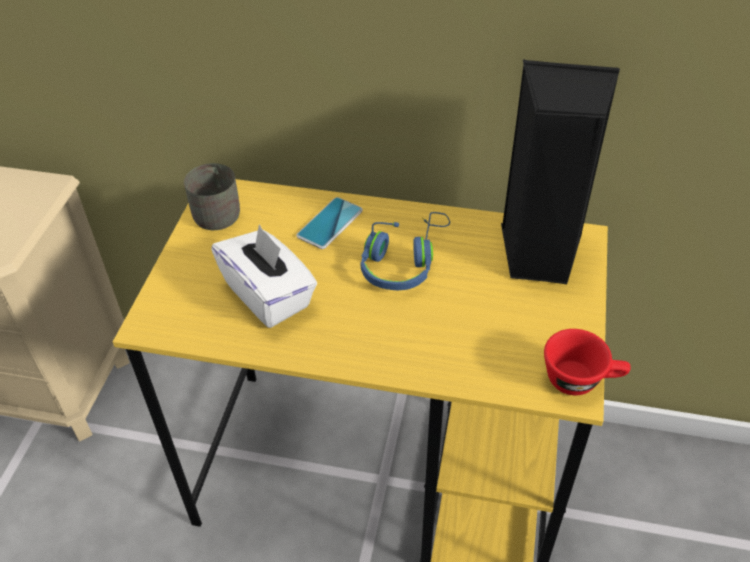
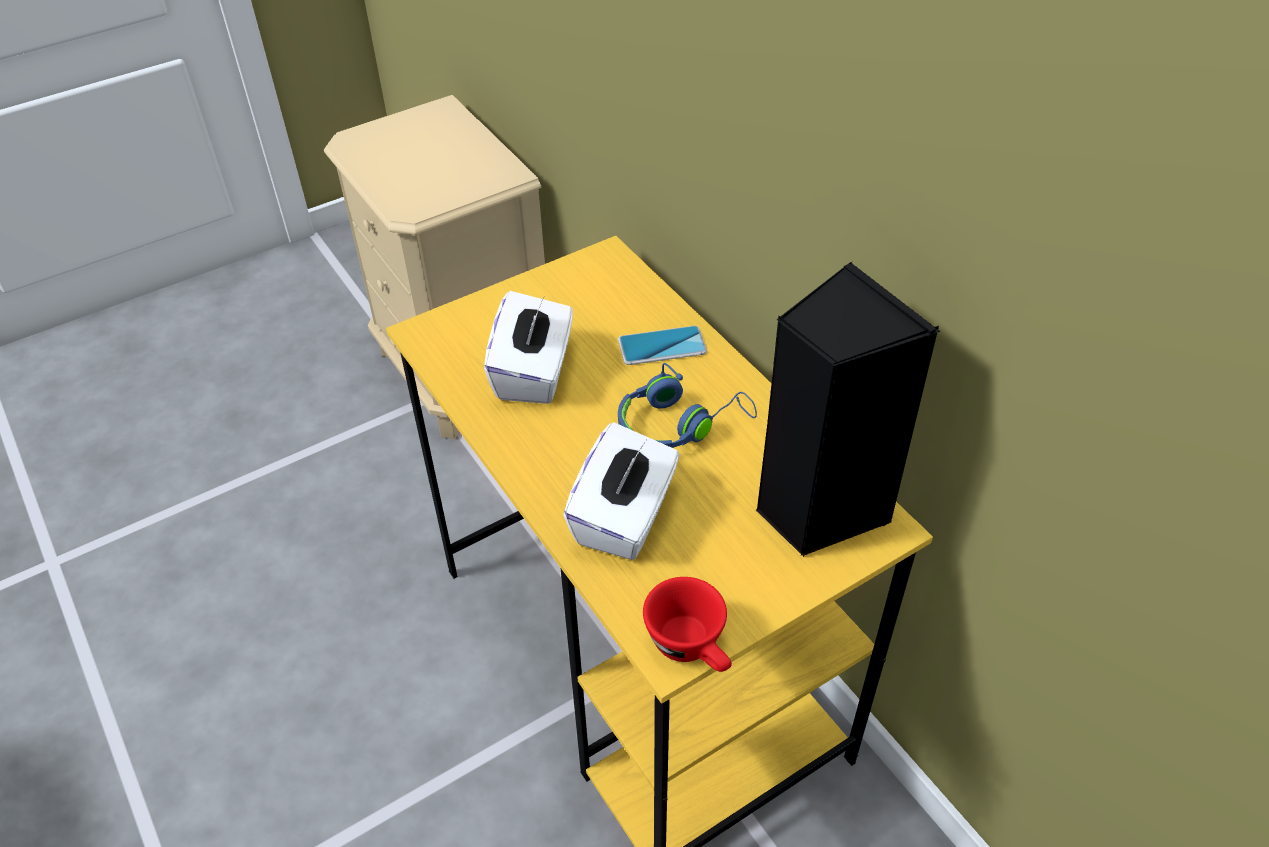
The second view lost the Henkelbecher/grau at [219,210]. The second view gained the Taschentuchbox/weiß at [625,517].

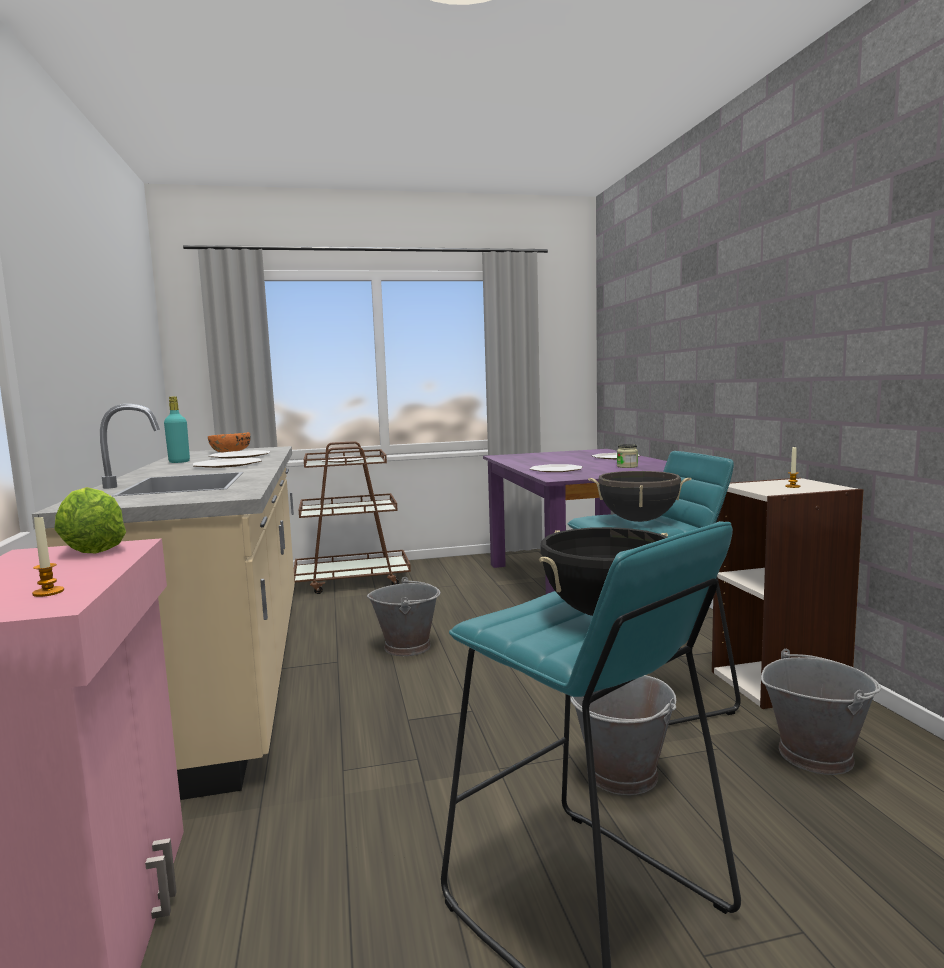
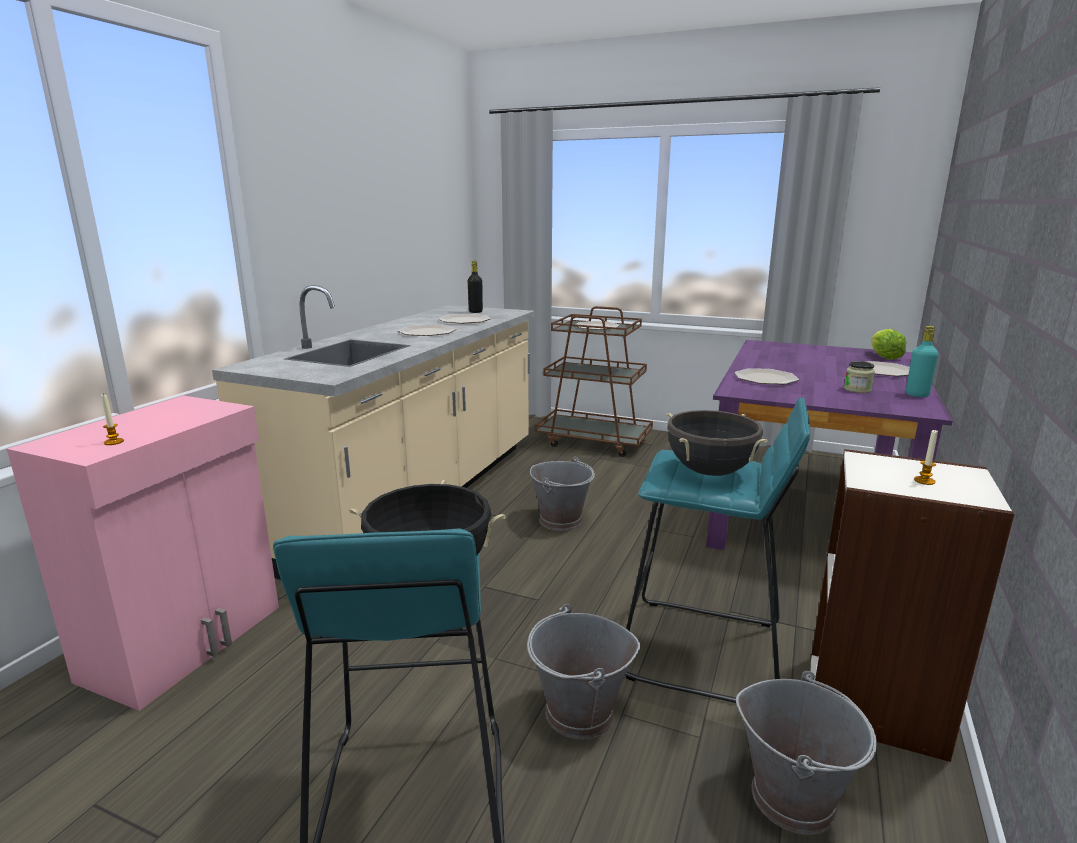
The Salatkopf ended up elsewhere, having gone from [92,549] to [883,357]. The Flasche/türkis ended up elsewhere, having gone from [179,462] to [917,395]. Where the Schüssel/orange stood at [230,451], the Flasche/schwarz came to stand at [475,312].

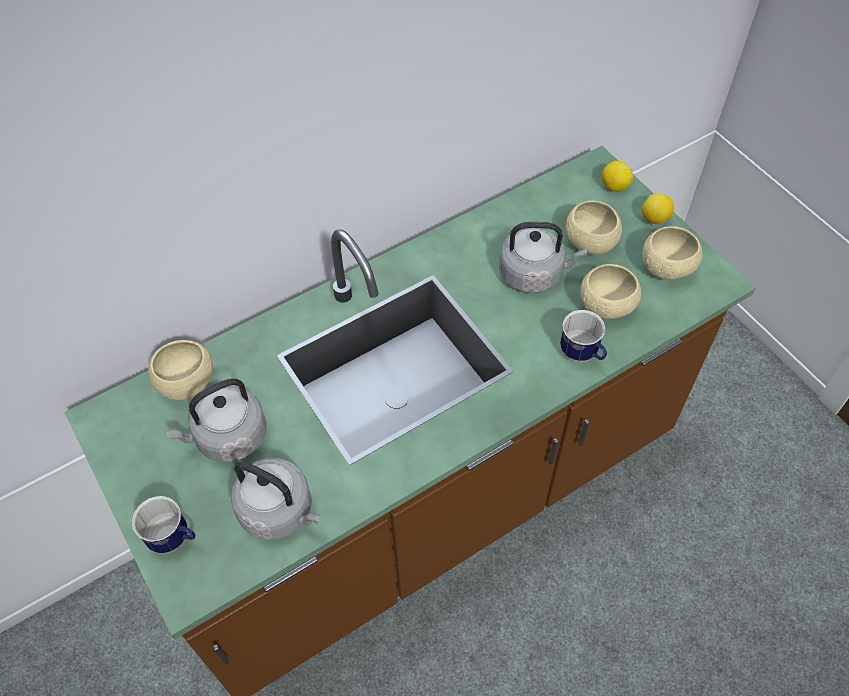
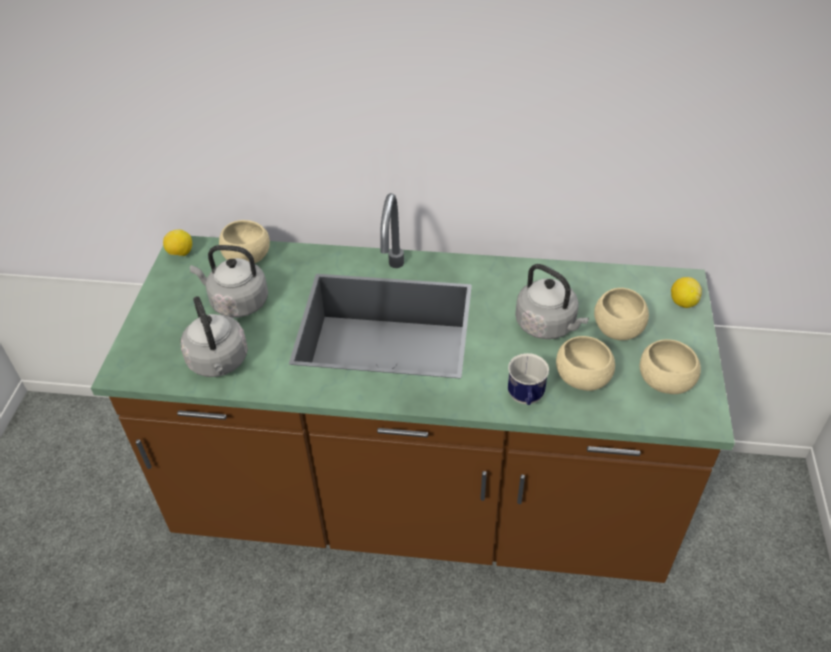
The second view lost the Henkelbecher at [175,539]. The Zitrone ended up elsewhere, having gone from [655,219] to [180,253].

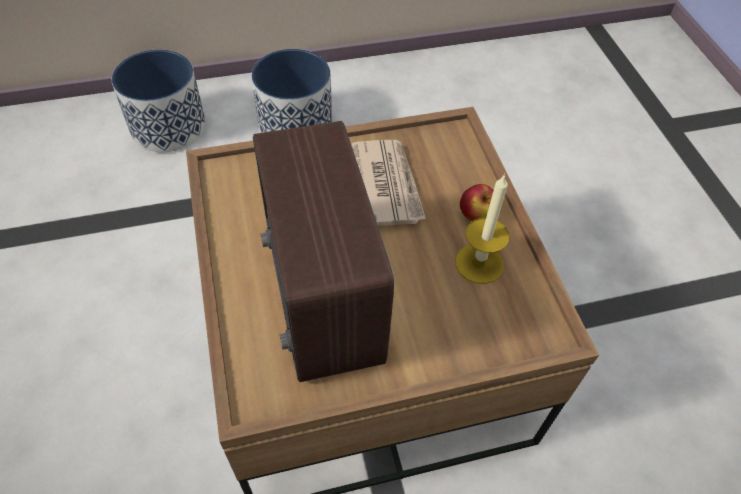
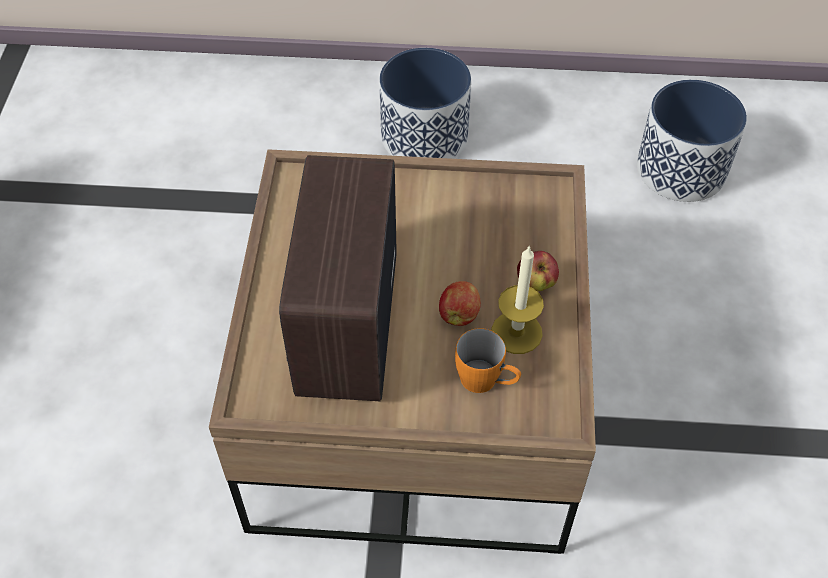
The Pflanzkübel ended up elsewhere, having gone from [169,127] to [681,170]. The second view lost the Zeitung at [387,185]. The second view gained the Apfel at [459,314]. The second view gained the Henkelbecher/orange at [486,381].

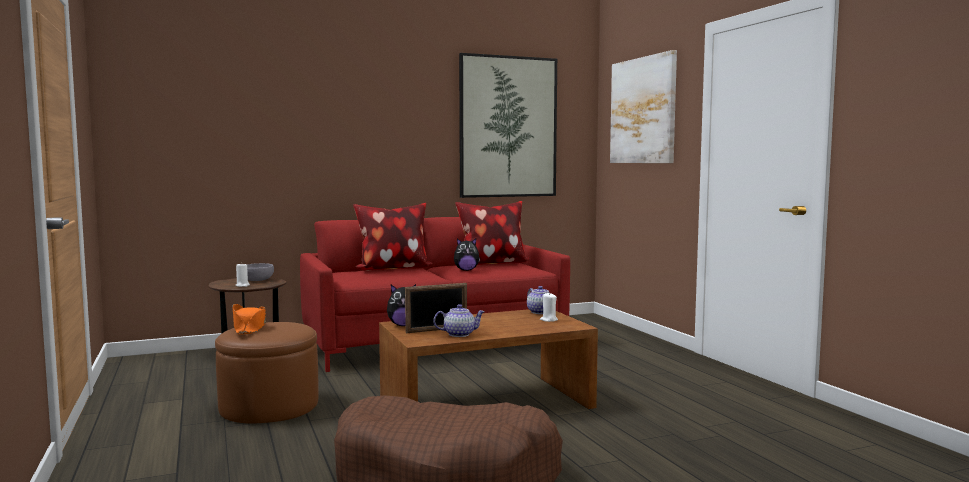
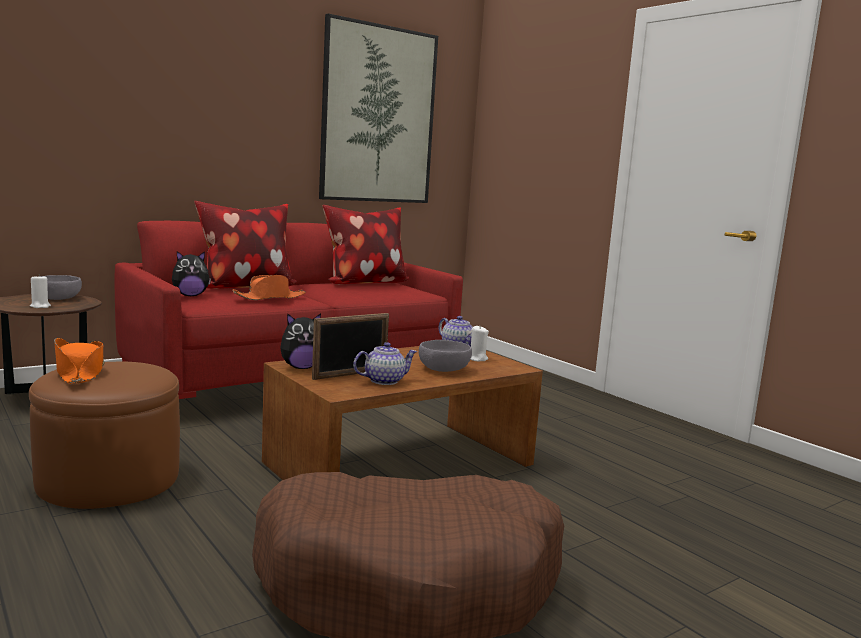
The Plüschtier ended up elsewhere, having gone from [466,270] to [190,295]. The second view lost the Bild at [643,110]. The second view gained the Hut/orange at [270,298]. The second view gained the Schüssel/grau at [444,369].

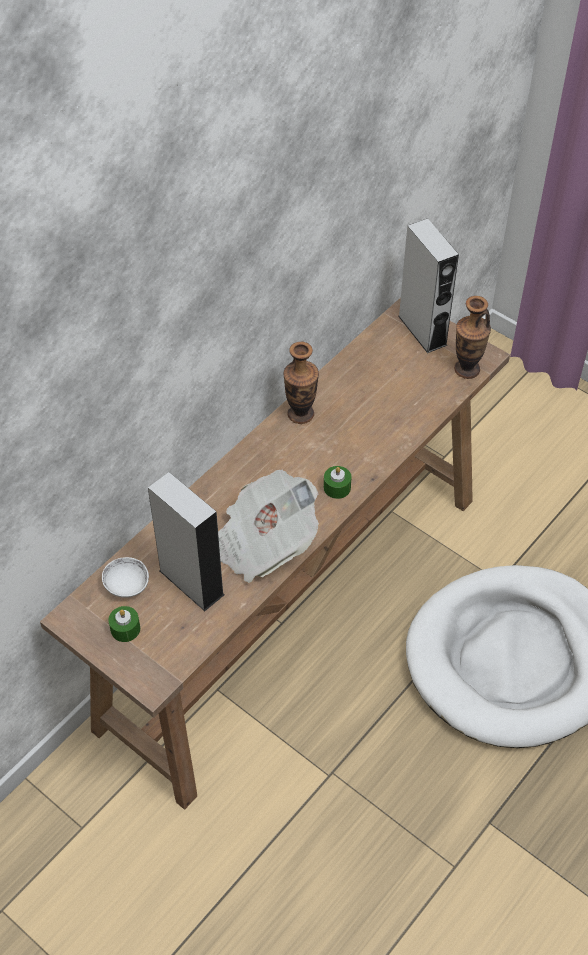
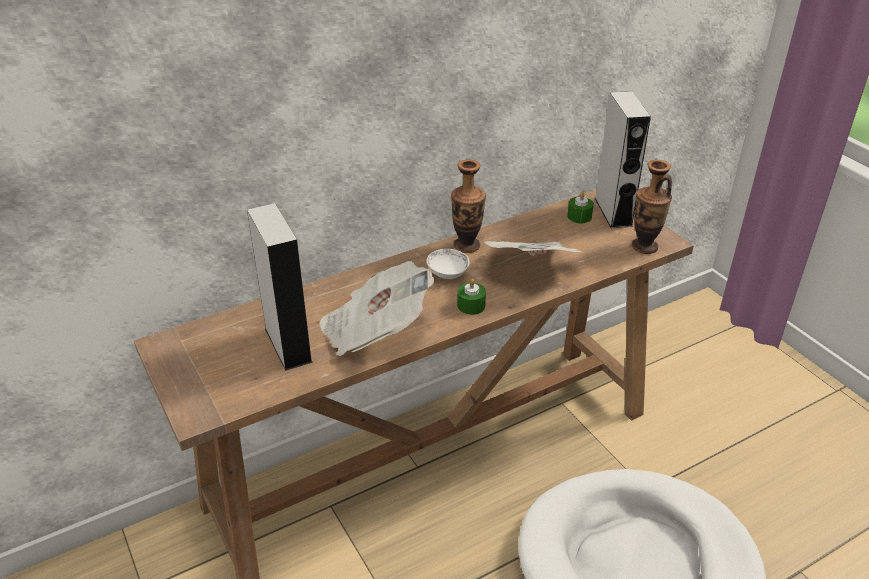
The Schüssel/weiß ended up elsewhere, having gone from [127,585] to [448,273]. The Kerze/grün ended up elsewhere, having gone from [125,629] to [579,216]. The second view gained the Zeitung at [533,268].

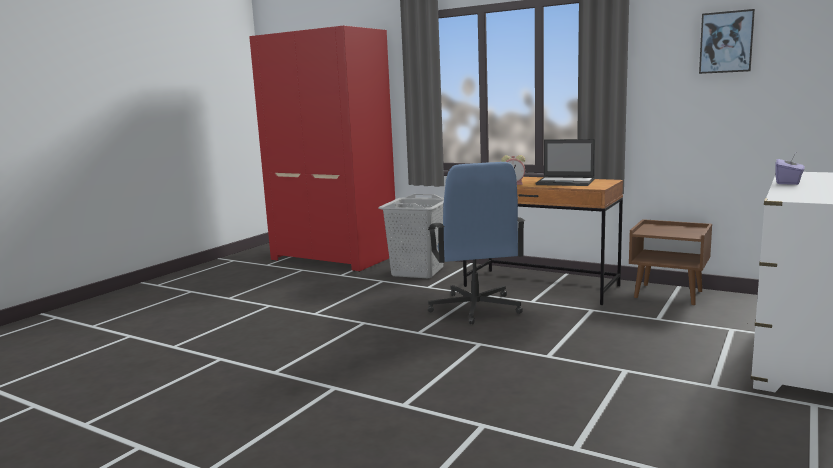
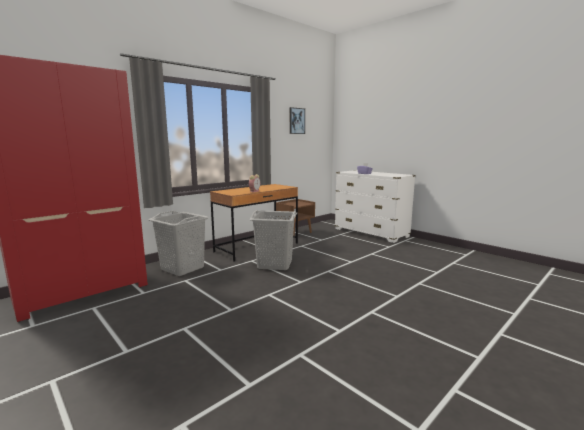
Where the Bürostuhl/blau stood at [475,308], the Wäschekorb/grau came to stand at [275,264]. The second view lost the Laptop at [566,182].

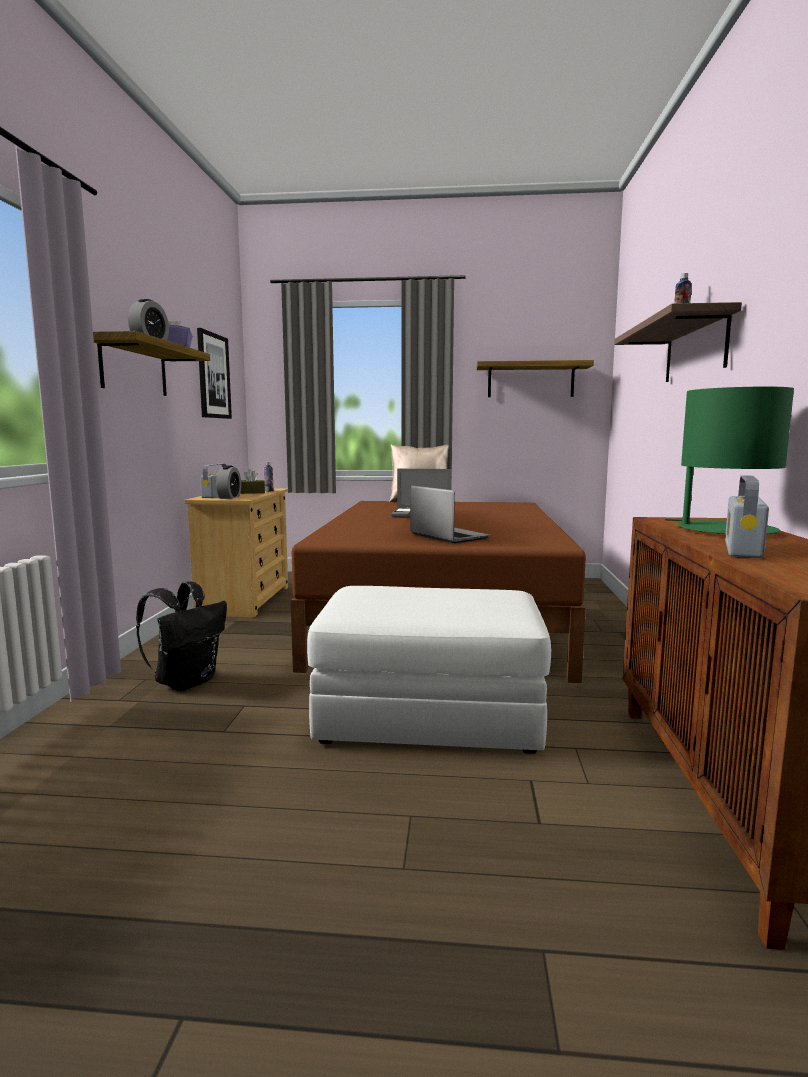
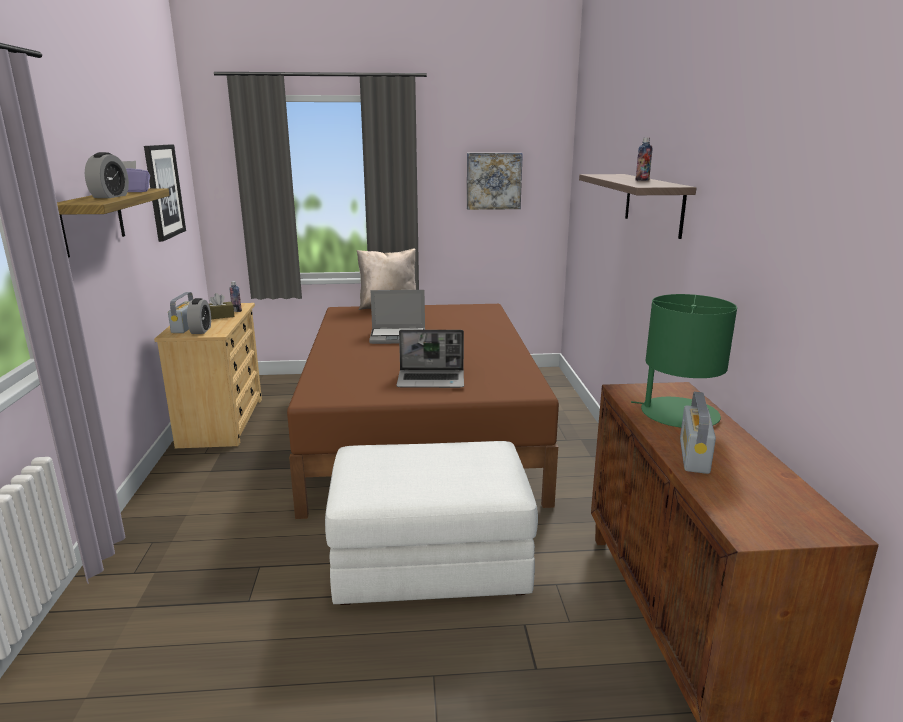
The second view lost the Rucksack/schwarz at [186,682]. The Laptop at [447,536] ended up facing another way, 135 degrees clockwise from before. Where the Wandregal hung at [530,380], the Bild came to hang at [493,181].

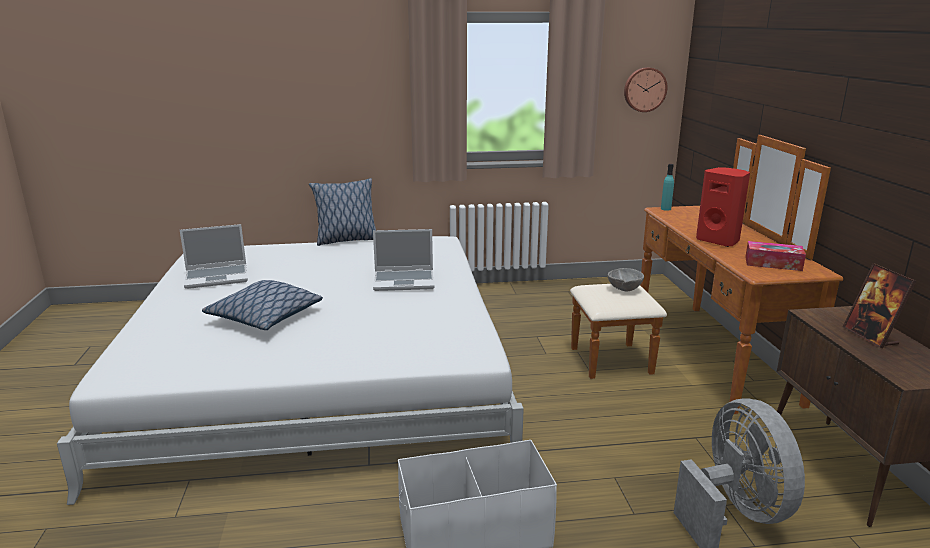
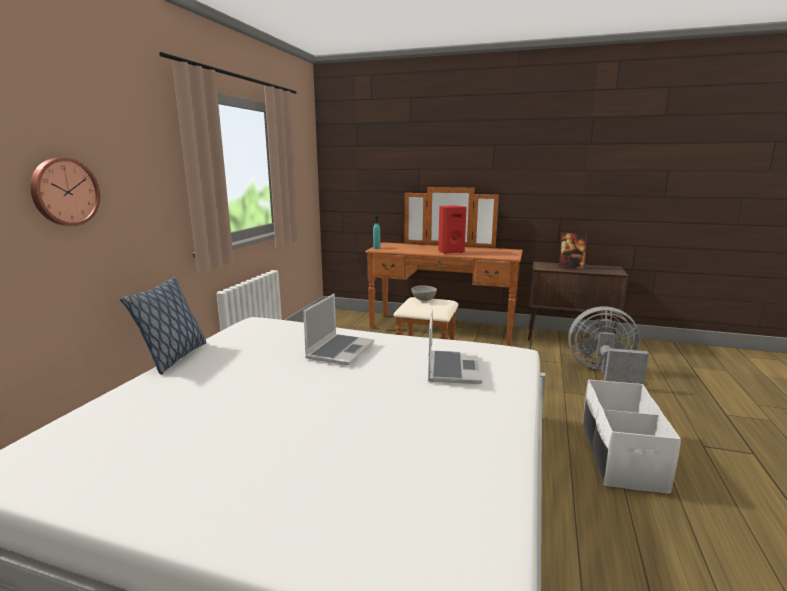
The Laptop ended up elsewhere, having gone from [217,277] to [452,368]. The second view lost the Kissen at [265,317]. The Wanduhr ended up elsewhere, having gone from [644,89] to [64,192]. The second view lost the Taschentuchbox at [773,263].

